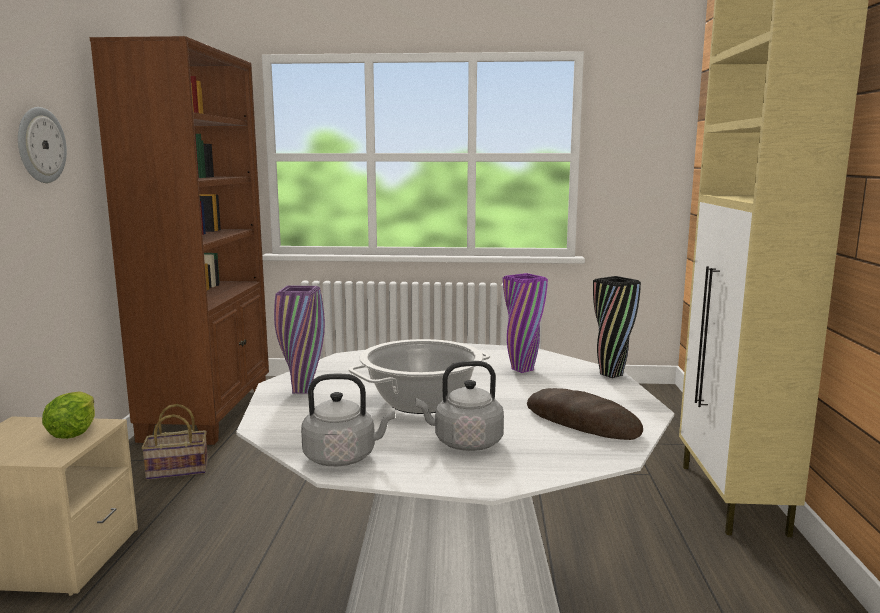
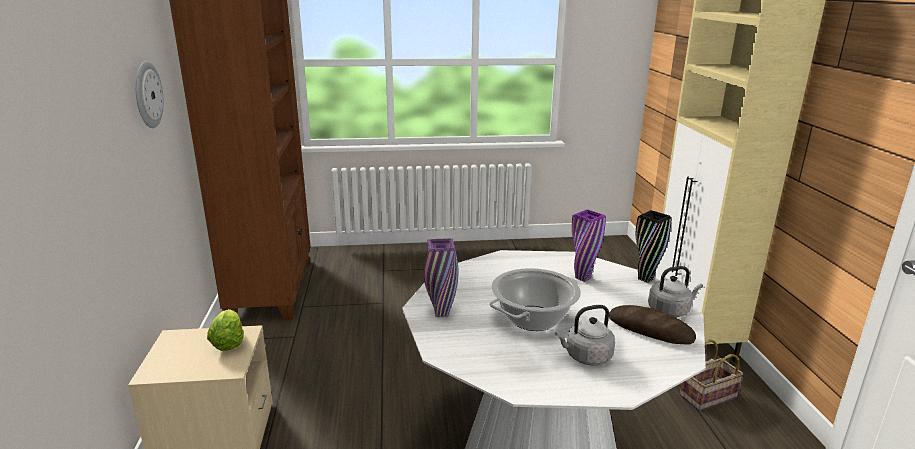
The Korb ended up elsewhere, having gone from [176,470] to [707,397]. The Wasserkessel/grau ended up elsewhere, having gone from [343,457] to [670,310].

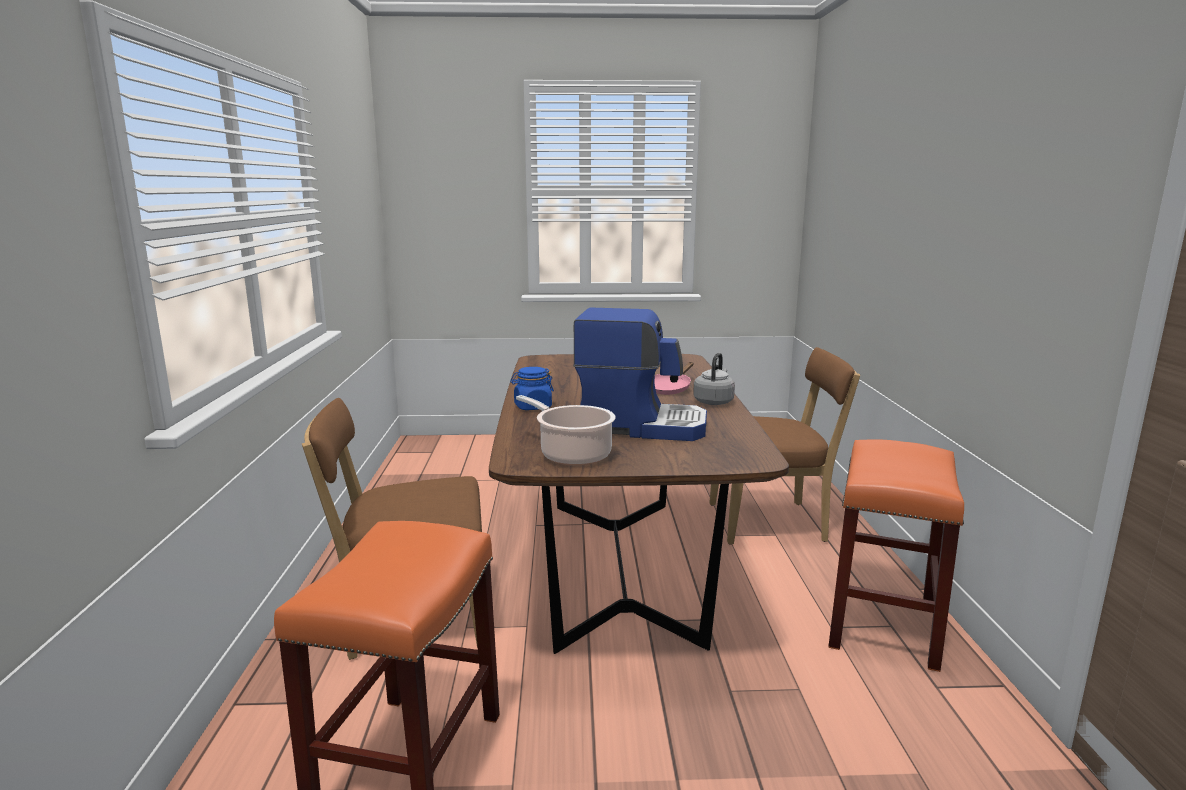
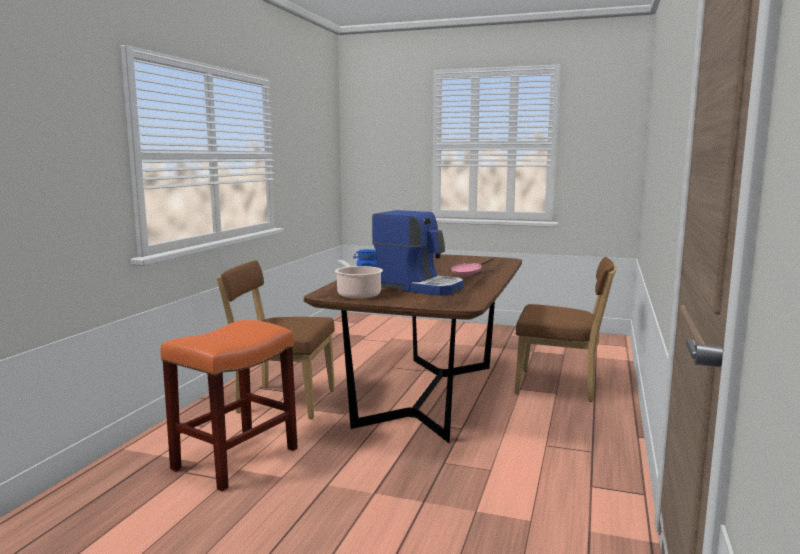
The second view lost the Wasserkessel/grau at [714,401]. The second view lost the Hocker/orange at [885,623].

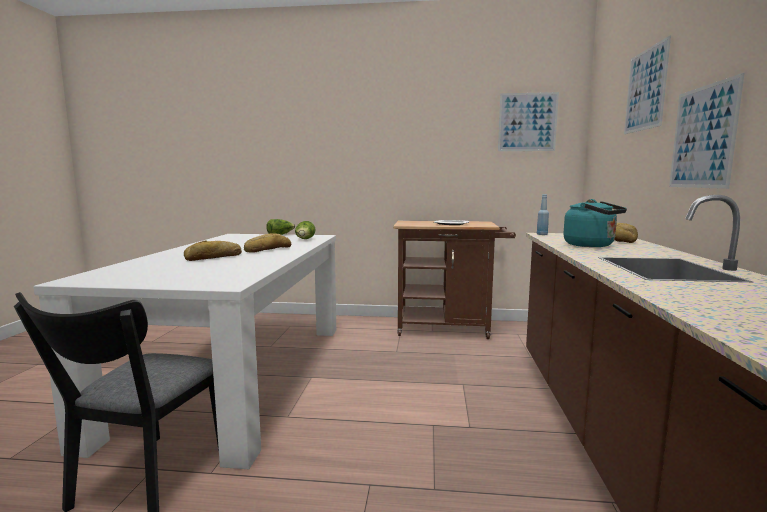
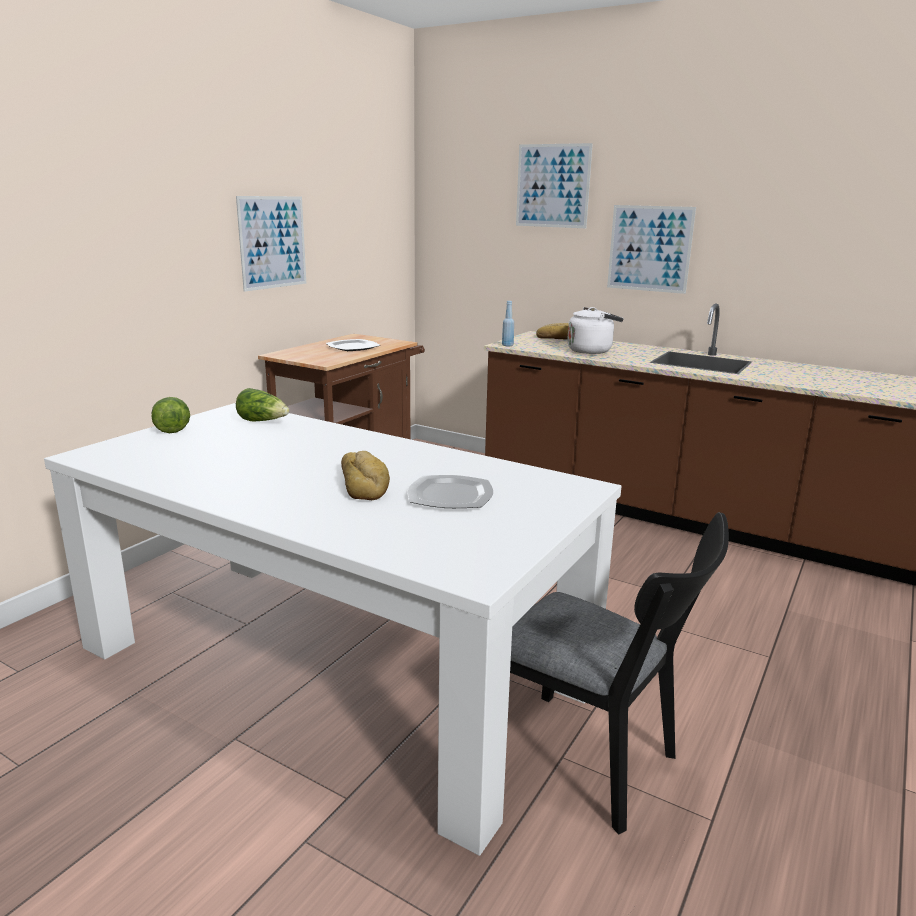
The second view lost the Brot at [267,249]. The Bild ended up elsewhere, having gone from [527,122] to [273,242]. What was the Wasserkessel/türkis at [592,245] turned into the Wasserkessel/weiß at [592,351]. The second view gained the Teller at [451,496].

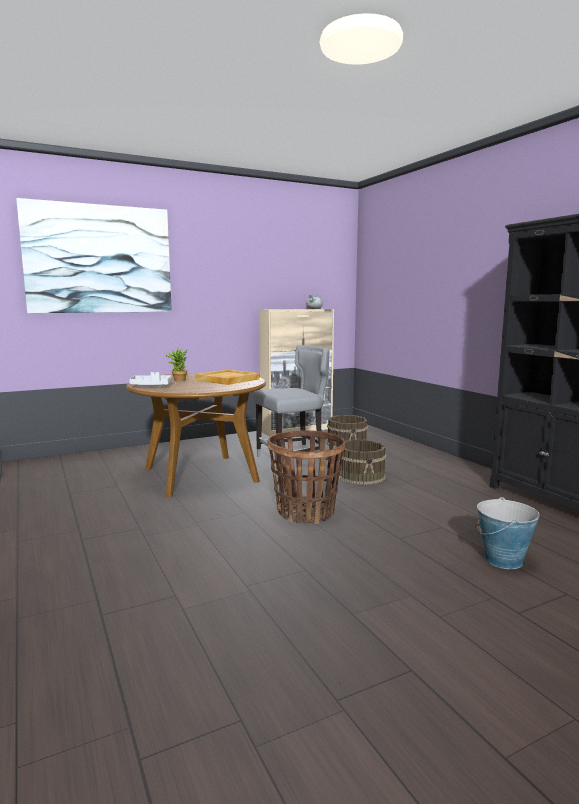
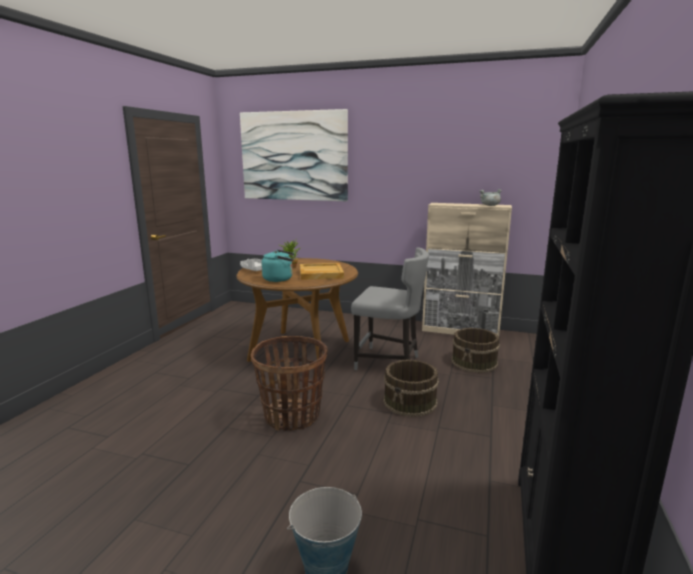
The second view gained the Wasserkessel/türkis at [279,279].

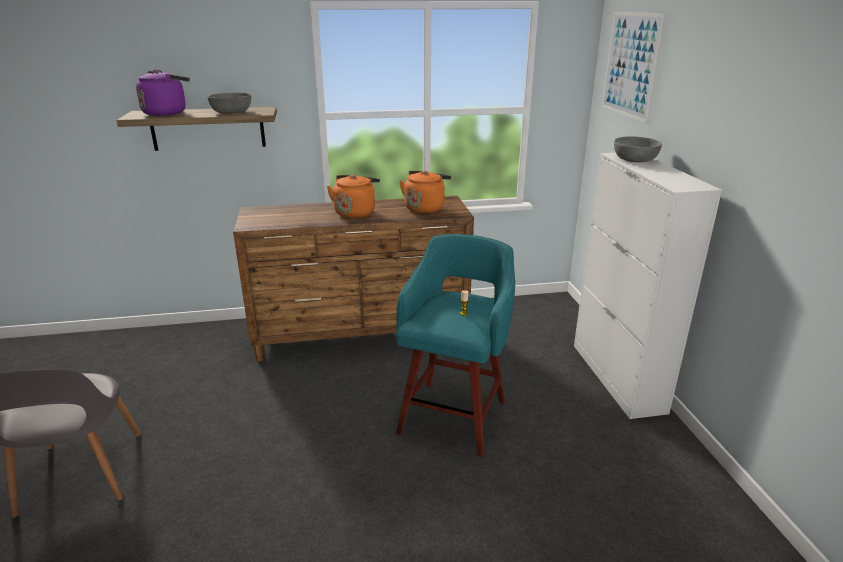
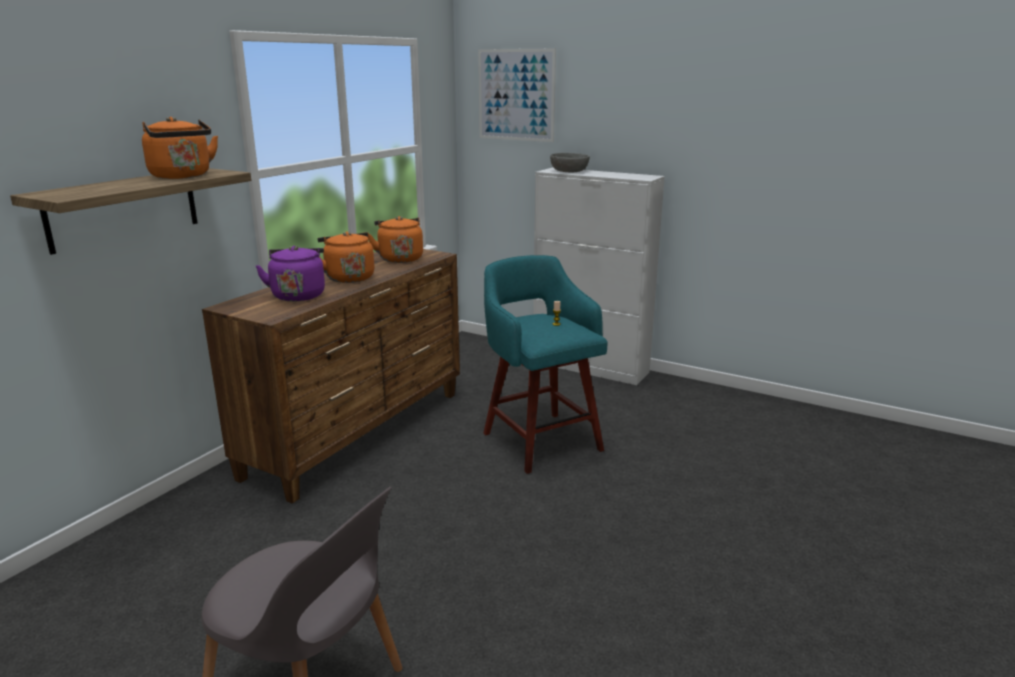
The Wasserkessel/lila ended up elsewhere, having gone from [167,113] to [298,295]. Where the Schüssel/grau stood at [231,112], the Wasserkessel/orange came to stand at [182,176].

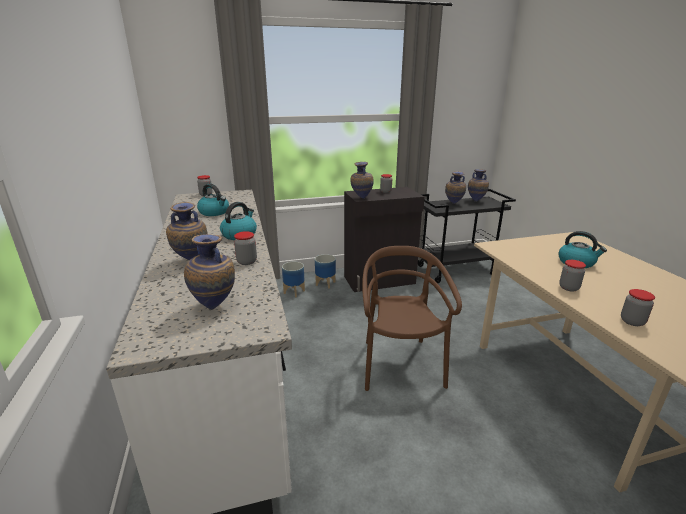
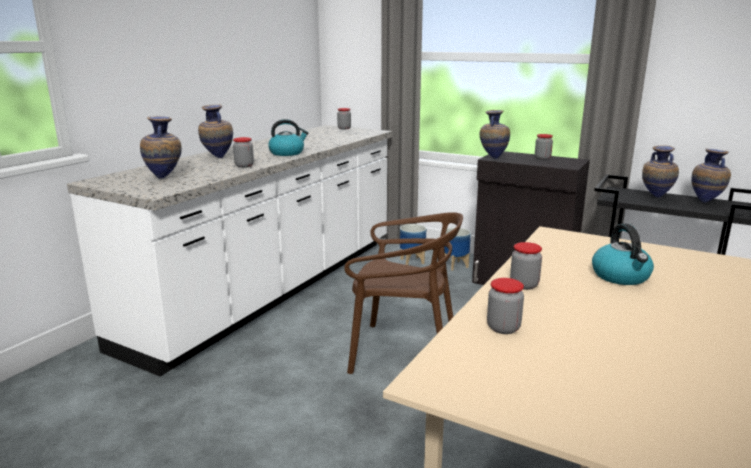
The second view lost the Wasserkessel at [214,212]. The Stuhl/braun at [400,365] ended up facing another way, 60 degrees clockwise from before.

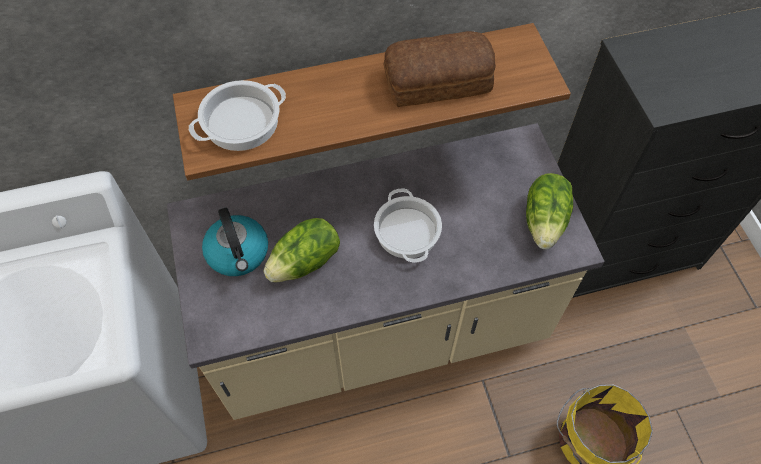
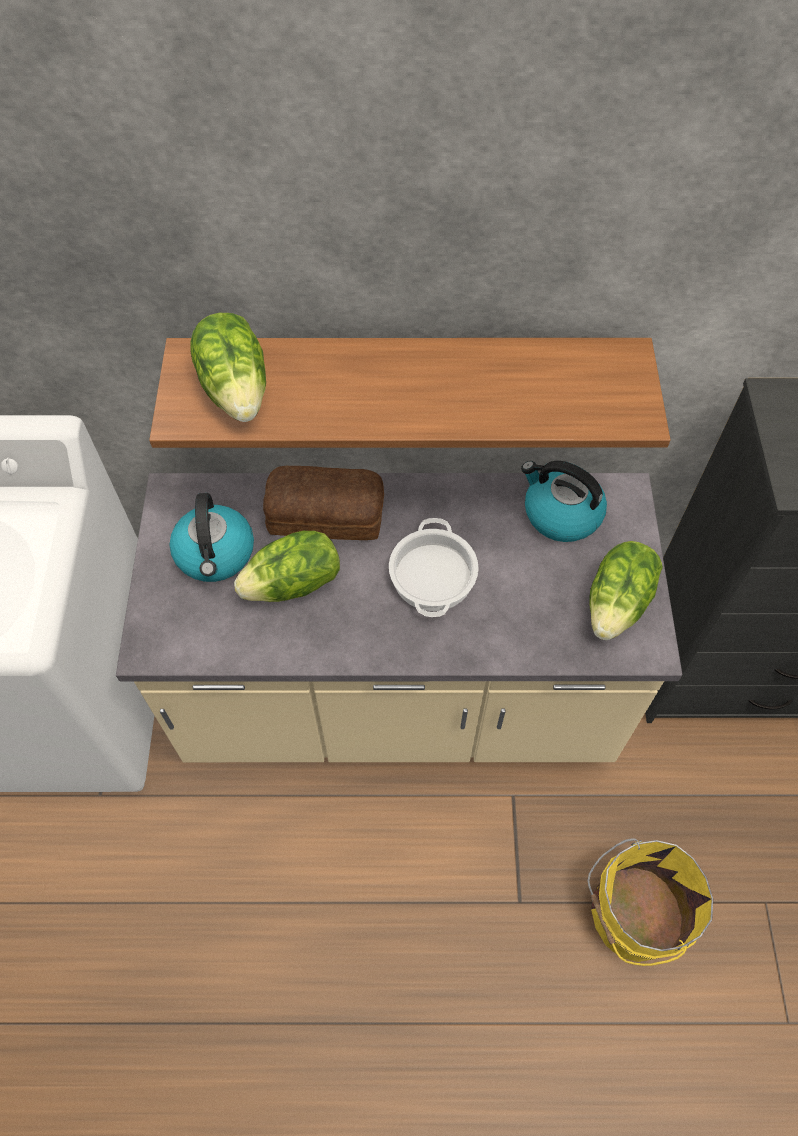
Where the Kochtopf stood at [241,121], the Salatkopf came to stand at [237,388]. The Brot ended up elsewhere, having gone from [439,82] to [327,515]. The second view gained the Wasserkessel at [560,514].

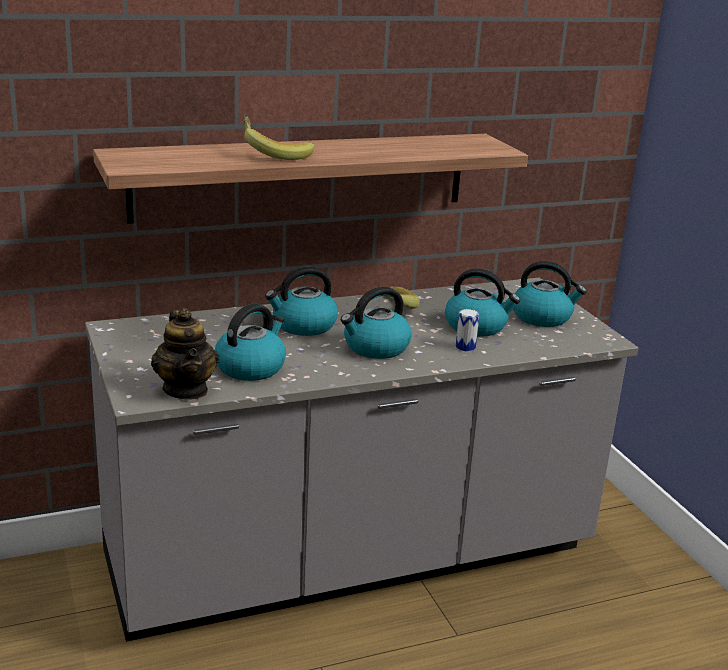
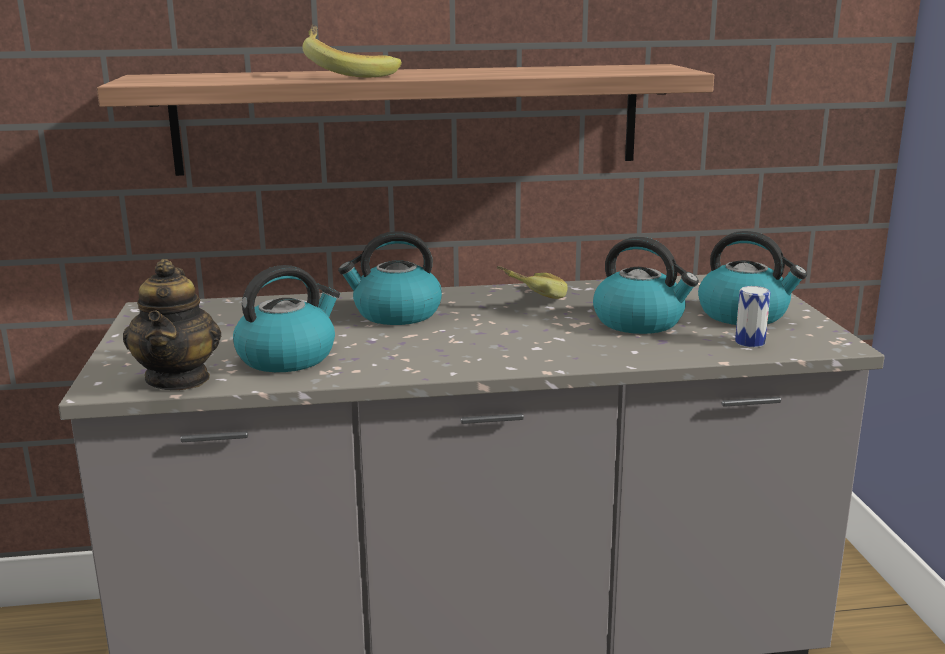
The second view lost the Wasserkessel at [375,348]. The Dose ended up elsewhere, having gone from [465,347] to [750,342].

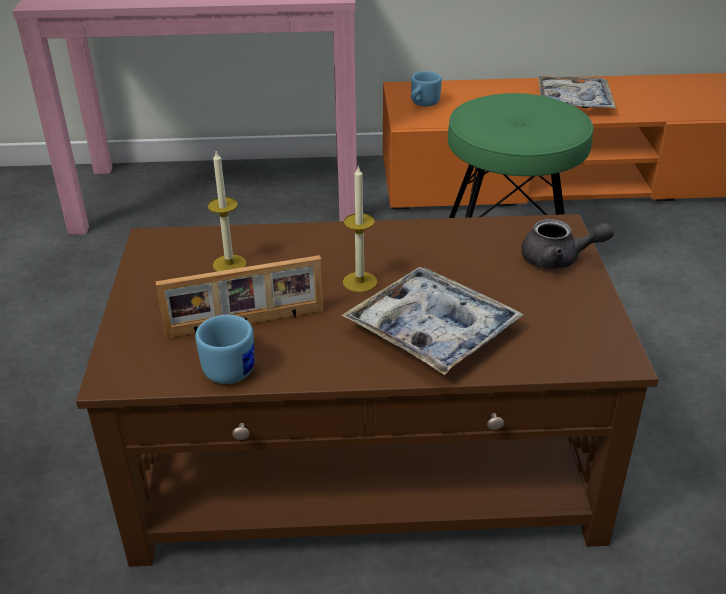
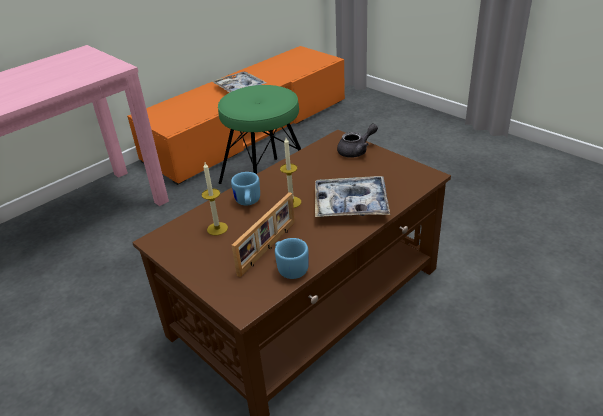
The Henkelbecher/blau ended up elsewhere, having gone from [422,104] to [247,203].

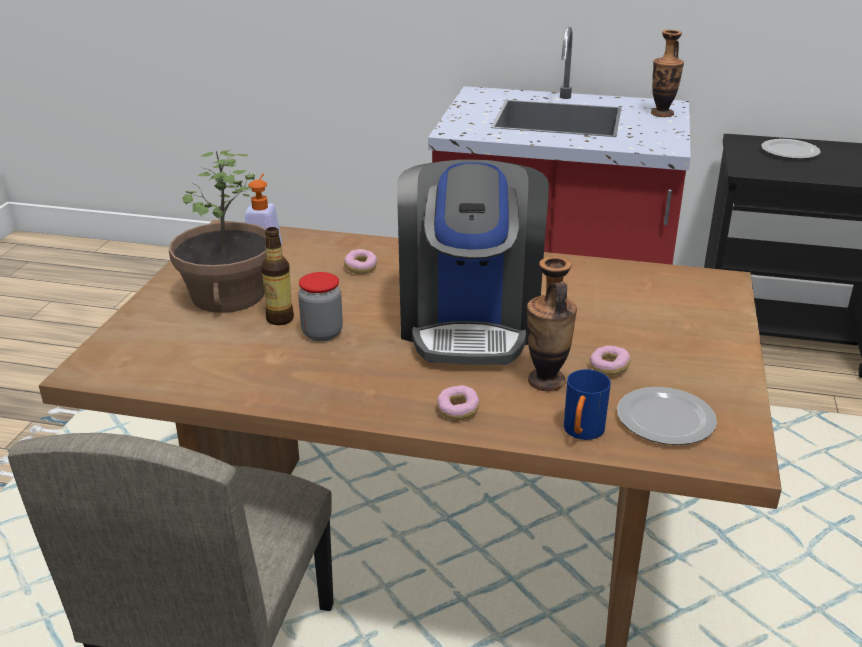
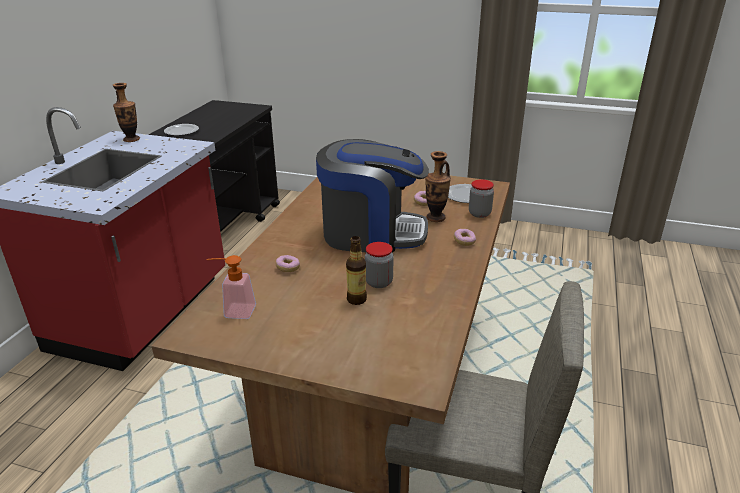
The second view lost the Topfpflanze at [227,295]. Where the Henkelbecher/blau stood at [582,433], the Vorratsglas came to stand at [479,213].

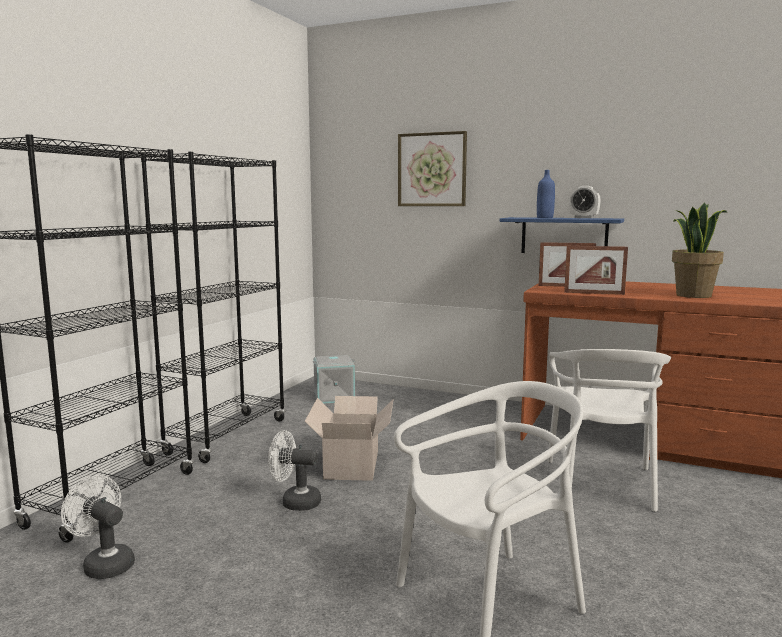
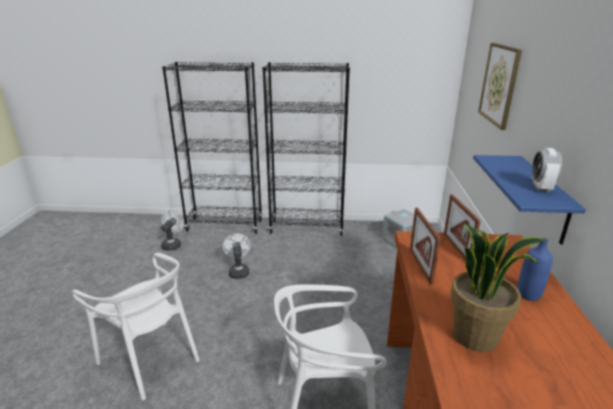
The second view lost the Karton at [352,463]. The Flasche/blau ended up elsewhere, having gone from [545,218] to [528,294].

